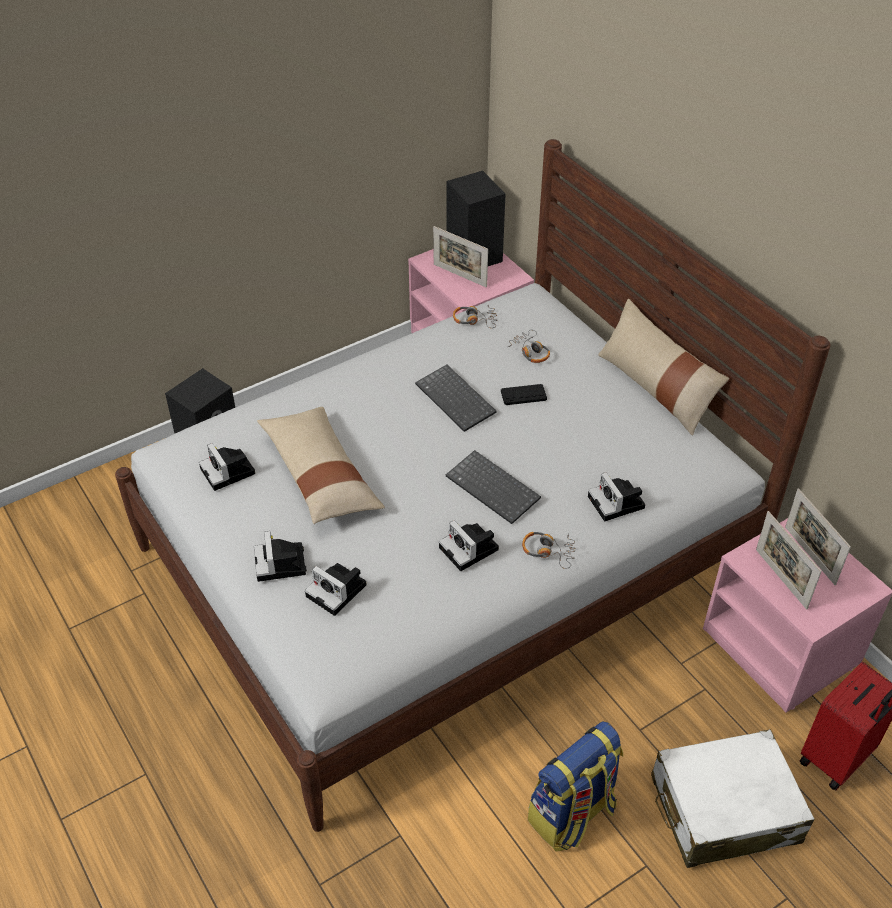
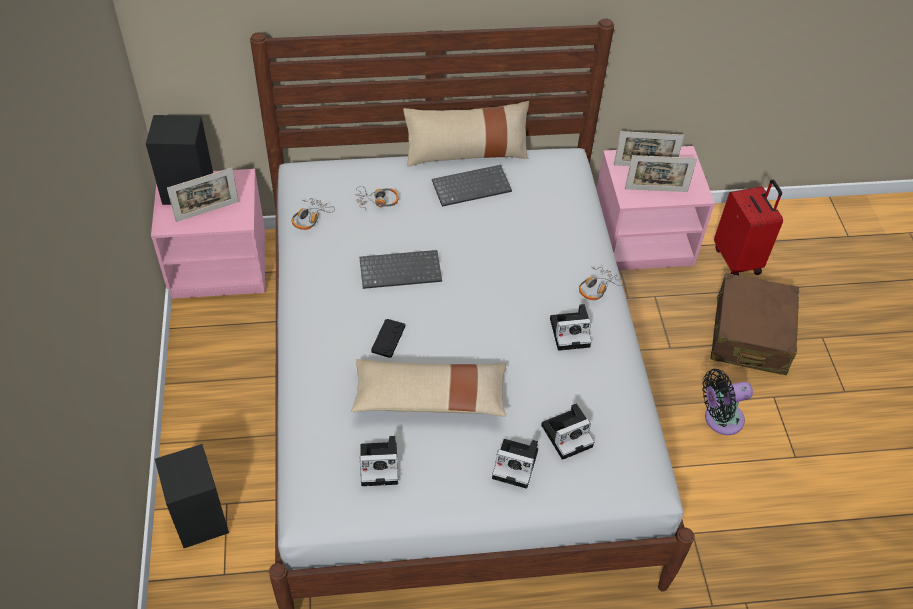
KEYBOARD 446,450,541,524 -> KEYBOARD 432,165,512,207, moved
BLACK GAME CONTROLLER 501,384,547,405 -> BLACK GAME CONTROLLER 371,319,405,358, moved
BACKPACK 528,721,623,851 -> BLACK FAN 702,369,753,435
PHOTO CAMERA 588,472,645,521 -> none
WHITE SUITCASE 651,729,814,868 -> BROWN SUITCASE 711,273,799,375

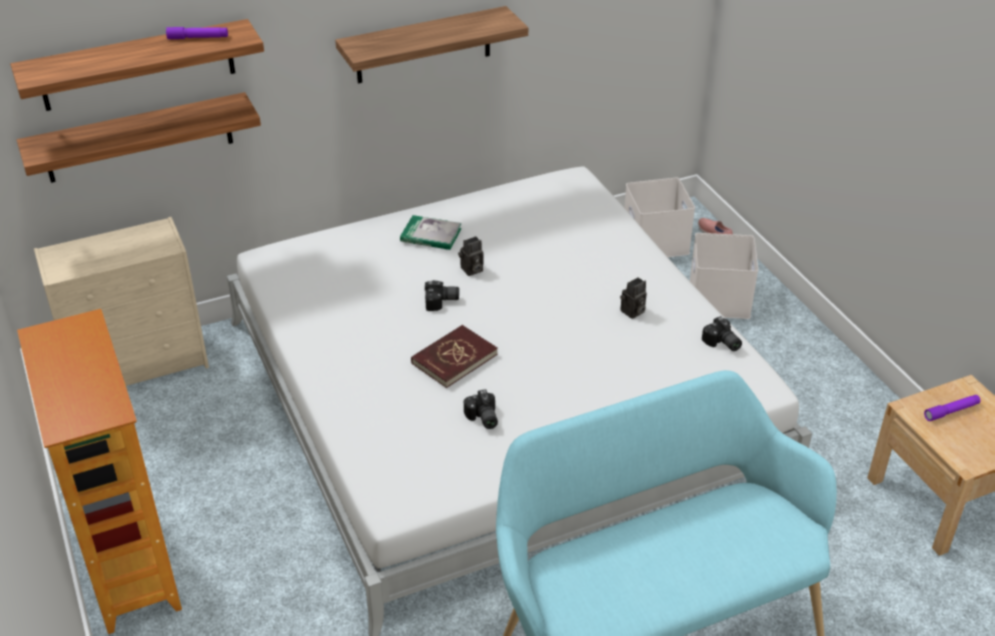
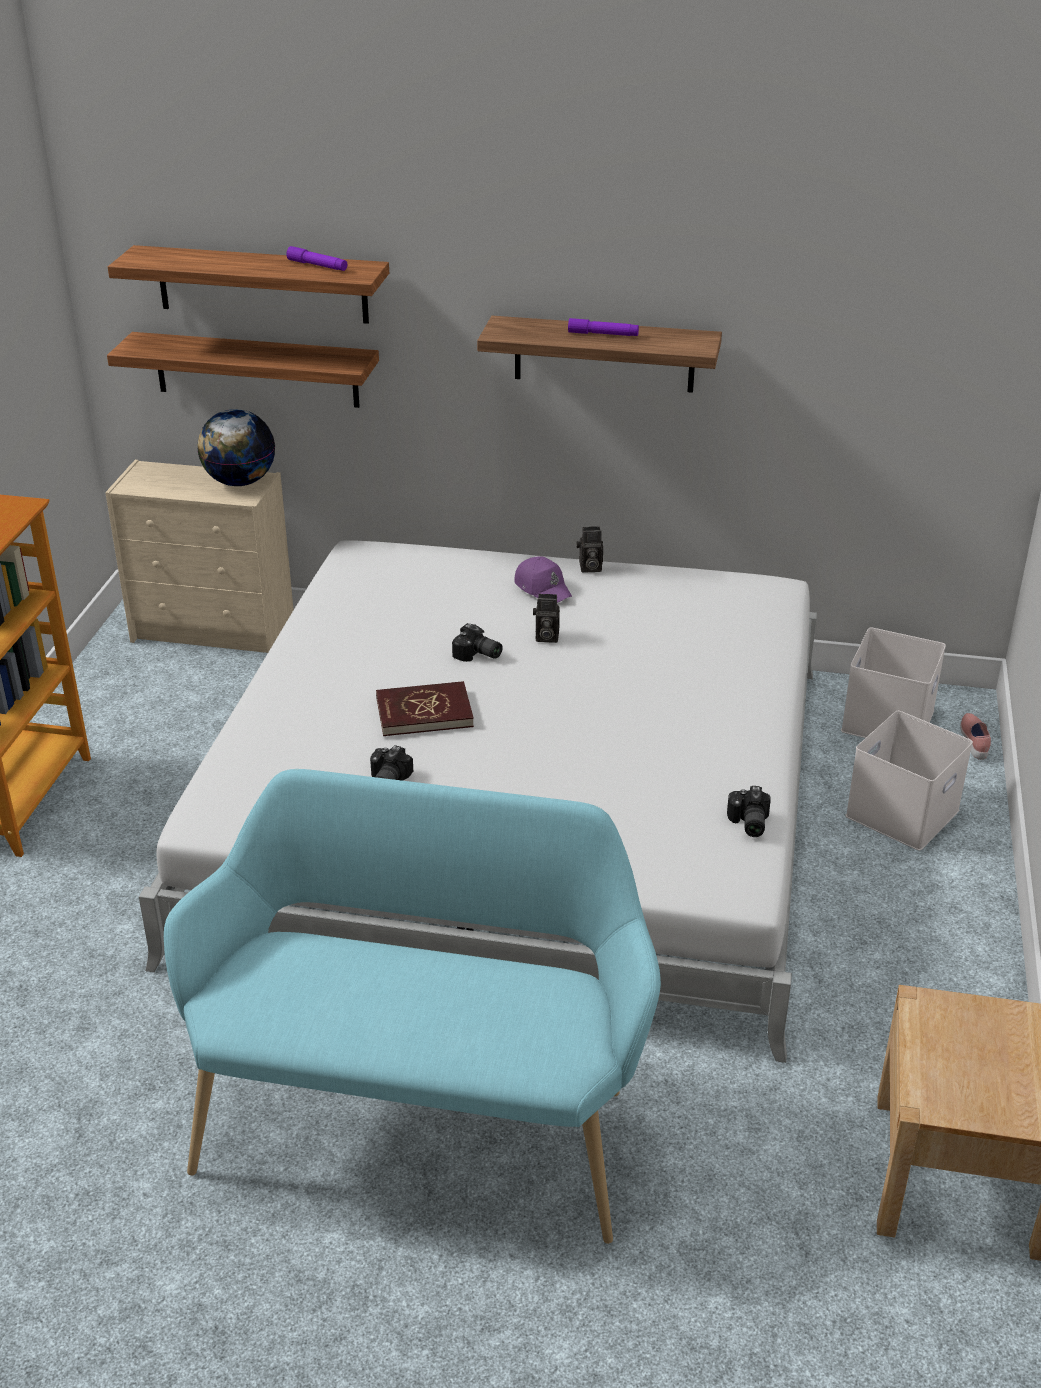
BOOK 400,215,462,250 -> PURPLE CAP 514,556,573,603
PHOTO CAMERA 620,277,647,319 -> PHOTO CAMERA 576,526,603,573, moved
PURPLE FLASHLIGHT 924,395,980,421 -> PURPLE FLASHLIGHT 568,318,639,336, moved
none -> GLOBE 197,409,275,486

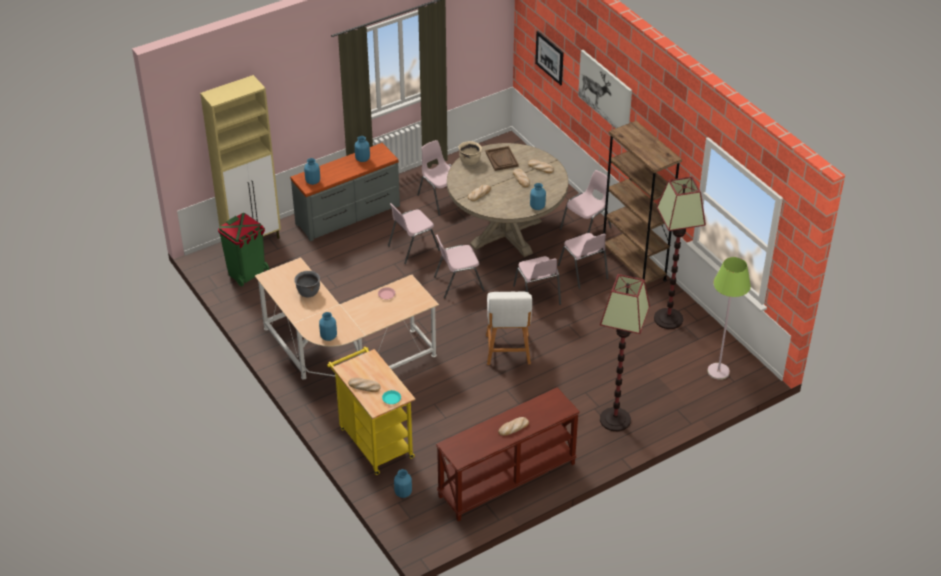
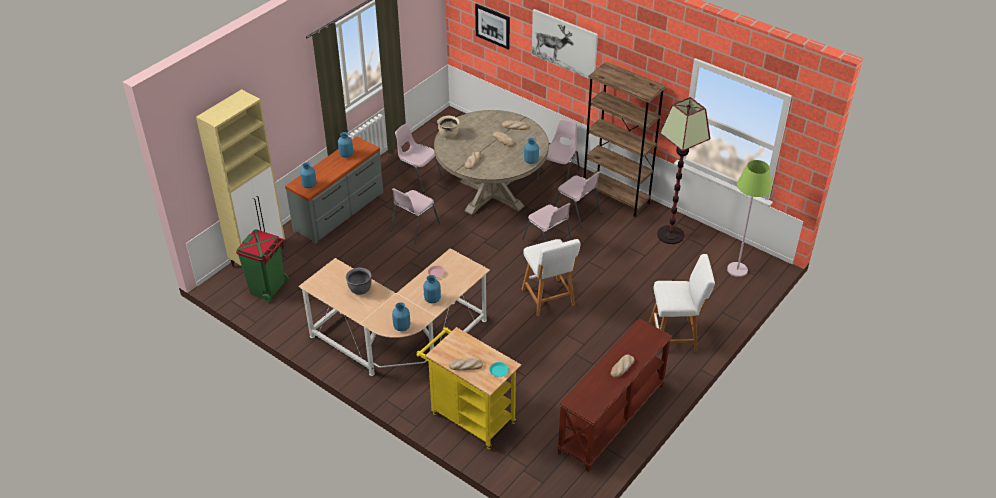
BLUE VASE 394,469,412,498 -> BLUE VASE 423,275,441,303, moved
PINK CHAIR 434,235,484,299 -> none
BROWN TRAY 486,146,518,171 -> none
FLOOR LAMP 600,274,650,432 -> WHITE STOOL 649,254,715,351

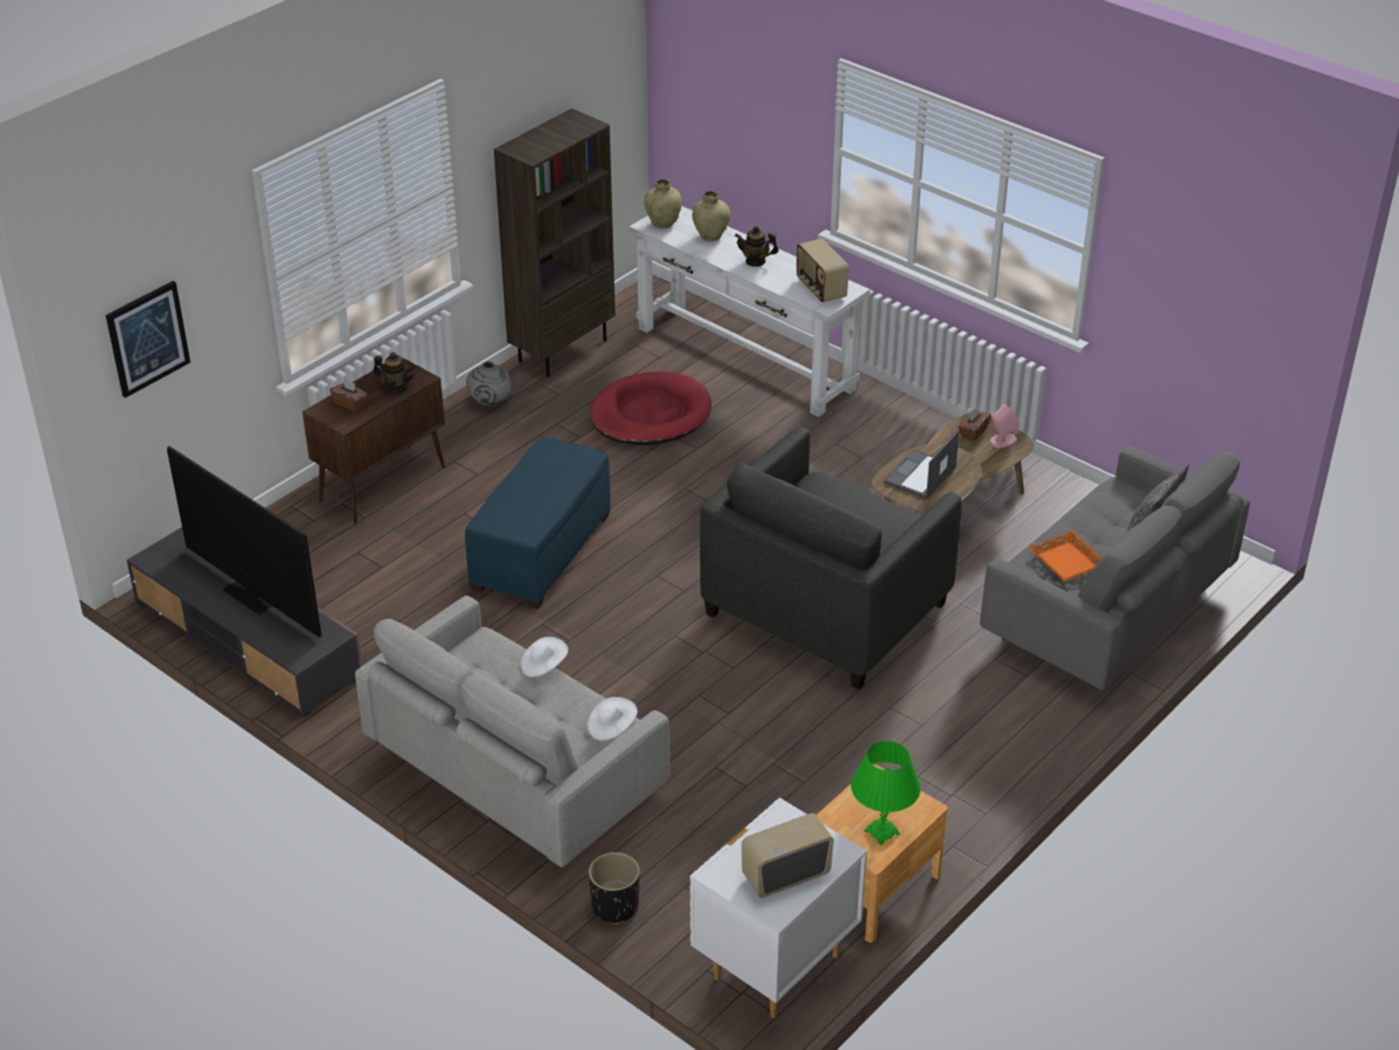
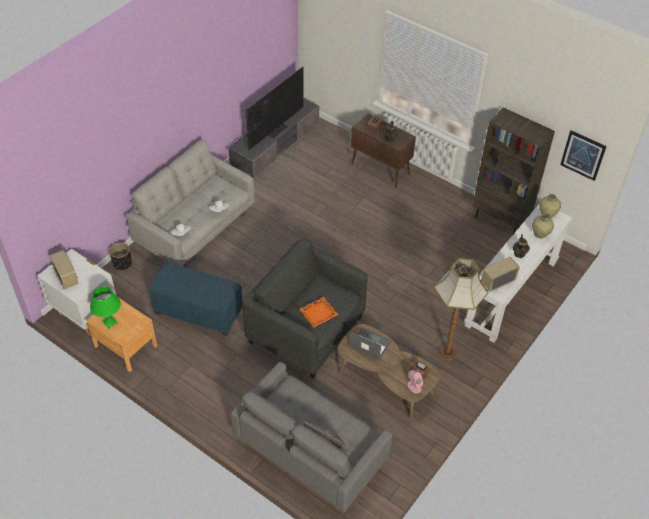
PICTURE 106,281,191,398 -> PICTURE 560,130,607,181, moved
BLUE OTTOMAN 465,437,610,609 -> BLUE OTTOMAN 150,262,242,336, moved
GREY VASE 466,361,512,406 -> none
RED DOG BED 590,371,711,445 -> none
ORANGE TRAY 1028,531,1101,581 -> ORANGE TRAY 299,297,339,327, moved
none -> FLOOR LAMP 434,258,489,360

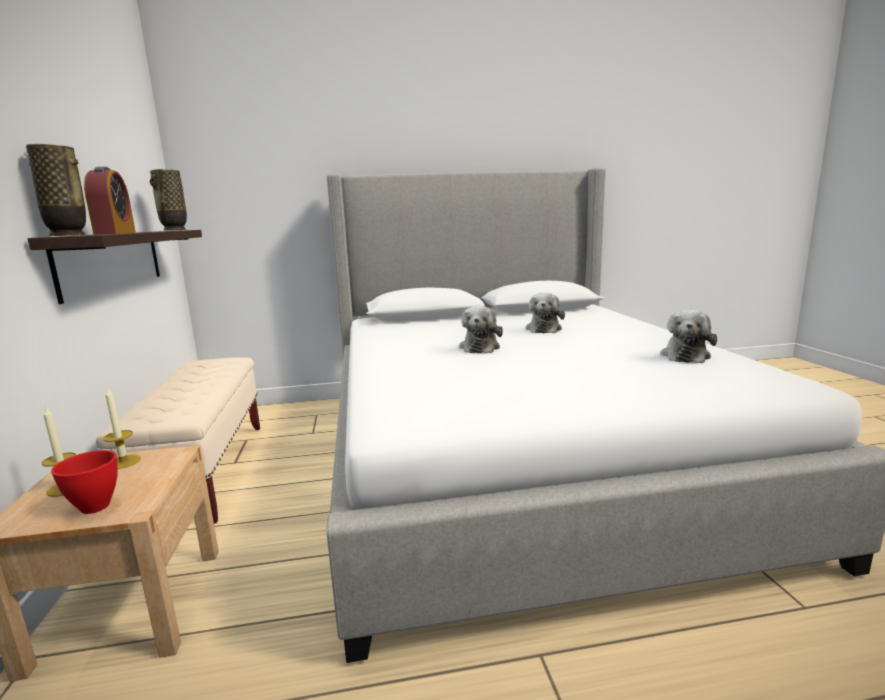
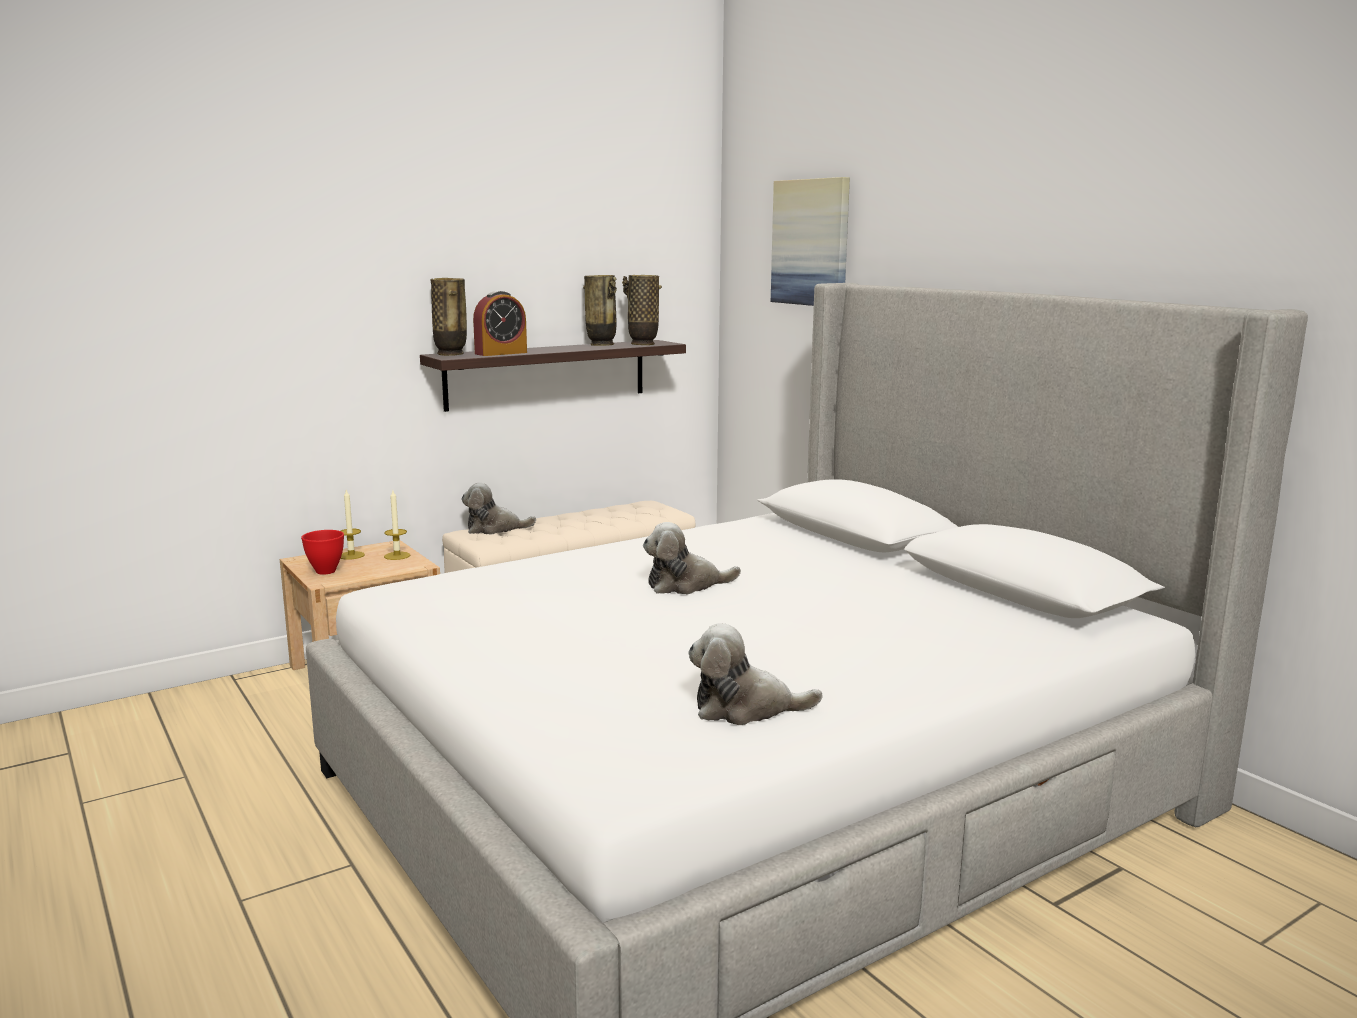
PLUSH TOY 526,292,565,333 -> PLUSH TOY 462,483,536,535, moved
none -> VASE 583,275,617,346
none -> PICTURE 771,177,850,306

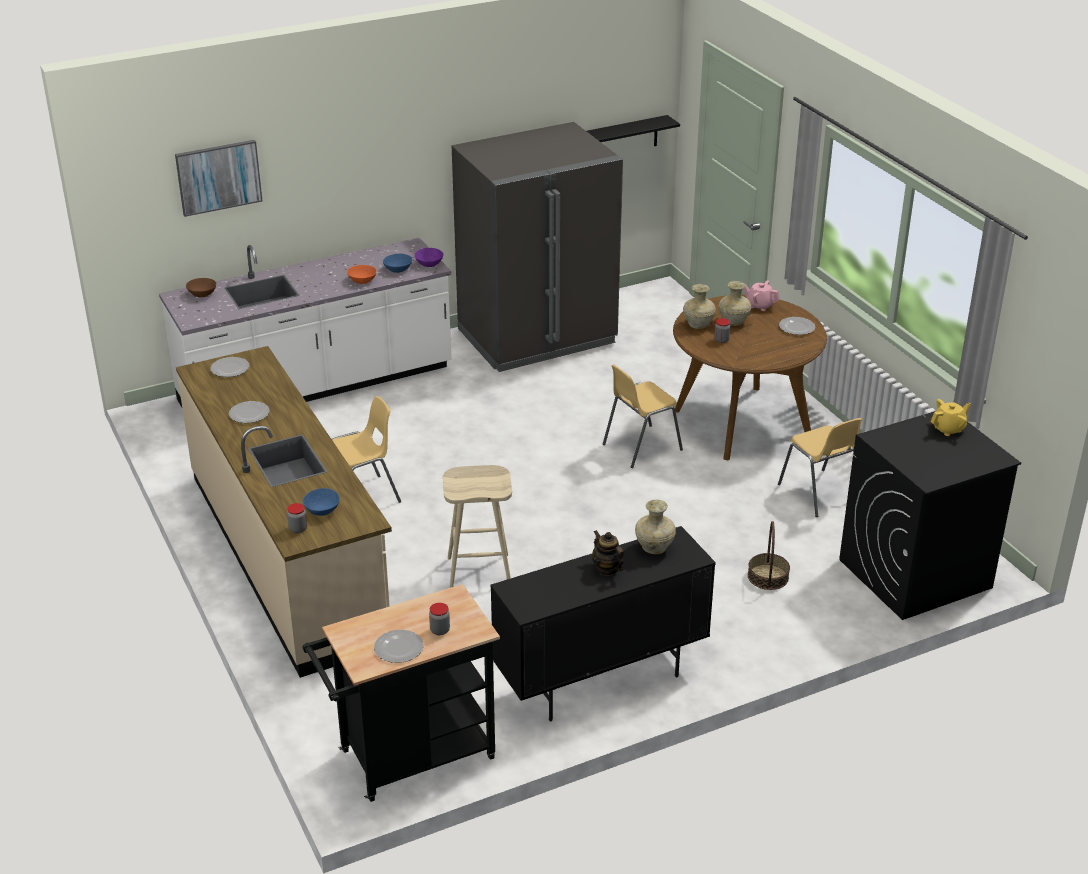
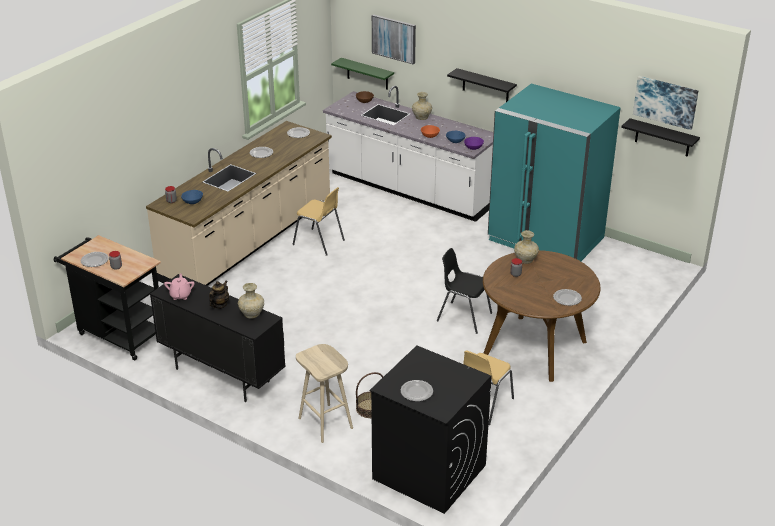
BEIGE STOOL 443,465,512,588 -> BEIGE STOOL 296,344,353,443, moved
GREY FRIDGE 452,122,623,372 -> TURQUOISE FRIDGE 488,84,621,261
YELLOW CHAIR 603,364,683,468 -> BLACK CHAIR 437,248,492,334
BEIGE VASE 719,281,751,326 -> BEIGE VASE 412,92,432,120, moved
PINK TEAPOT 743,280,780,311 -> PINK TEAPOT 164,273,194,300, moved
YELLOW TEAPOT 931,399,971,436 -> none
none -> GREEN SHELF 331,58,394,90
none -> PLATE 401,380,433,401
none -> BLACK SHELF 447,68,517,102
none -> PICTURE 633,76,698,130

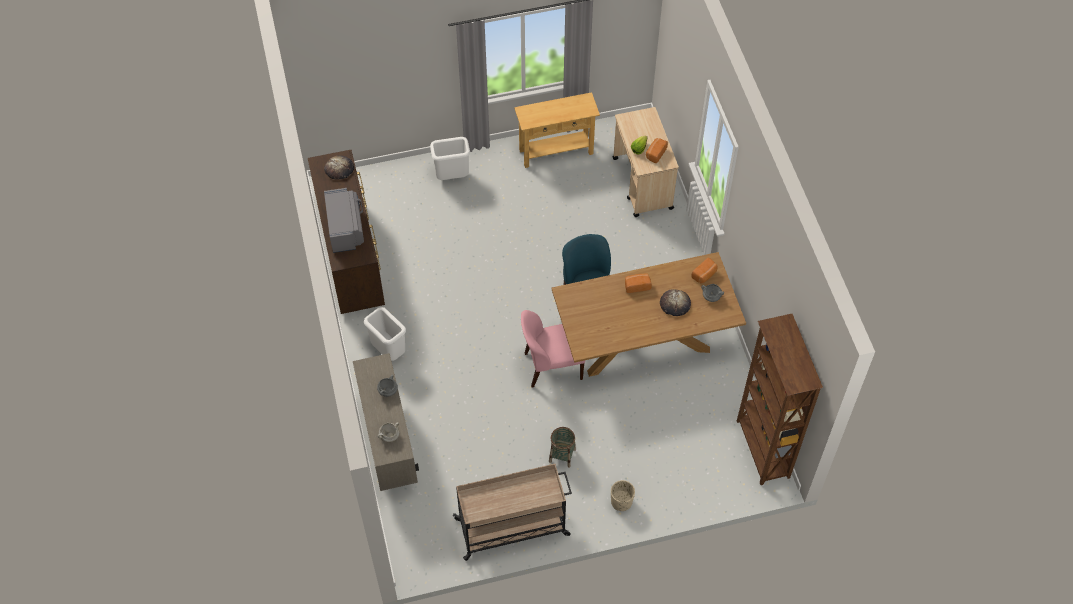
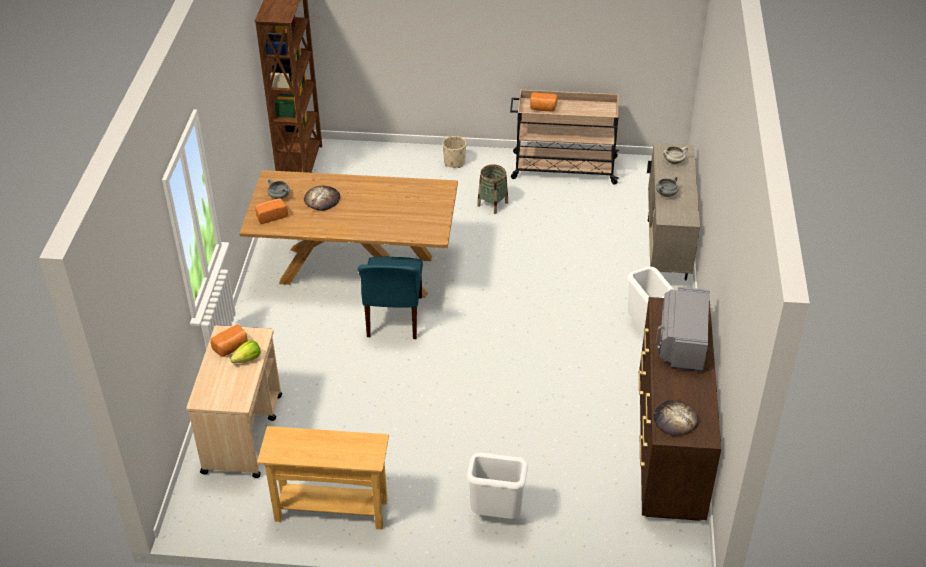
PINK CHAIR 521,310,585,388 -> none
BREAD 625,273,652,293 -> BREAD 530,92,558,111, moved

